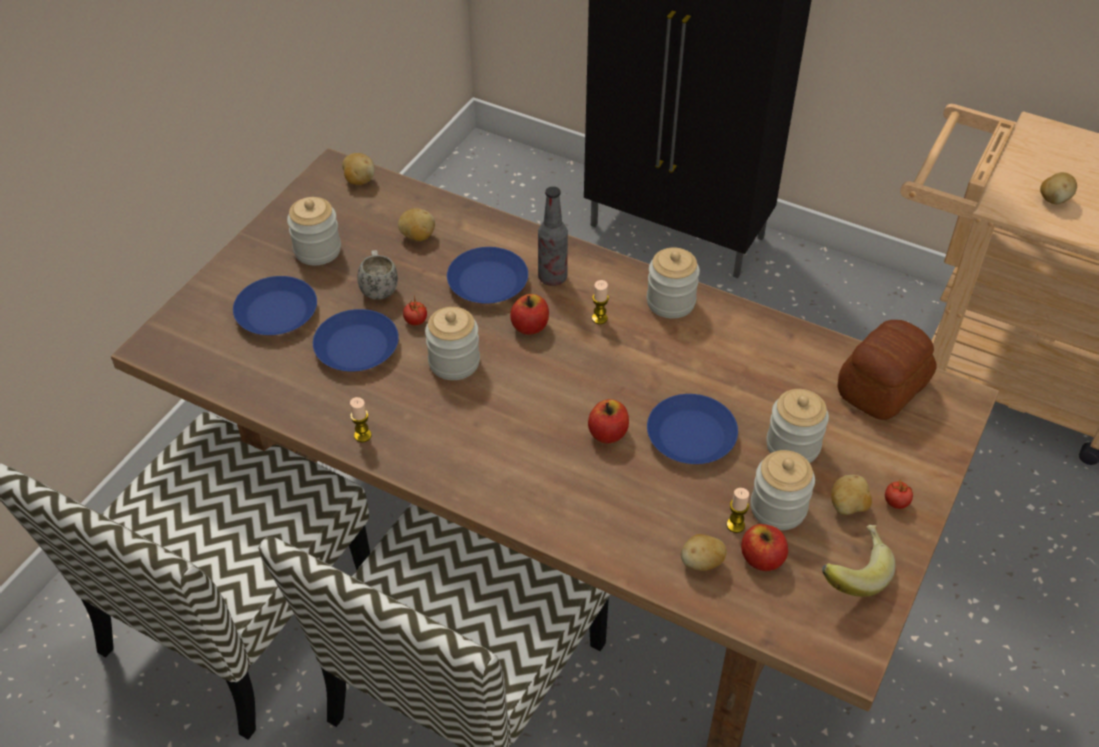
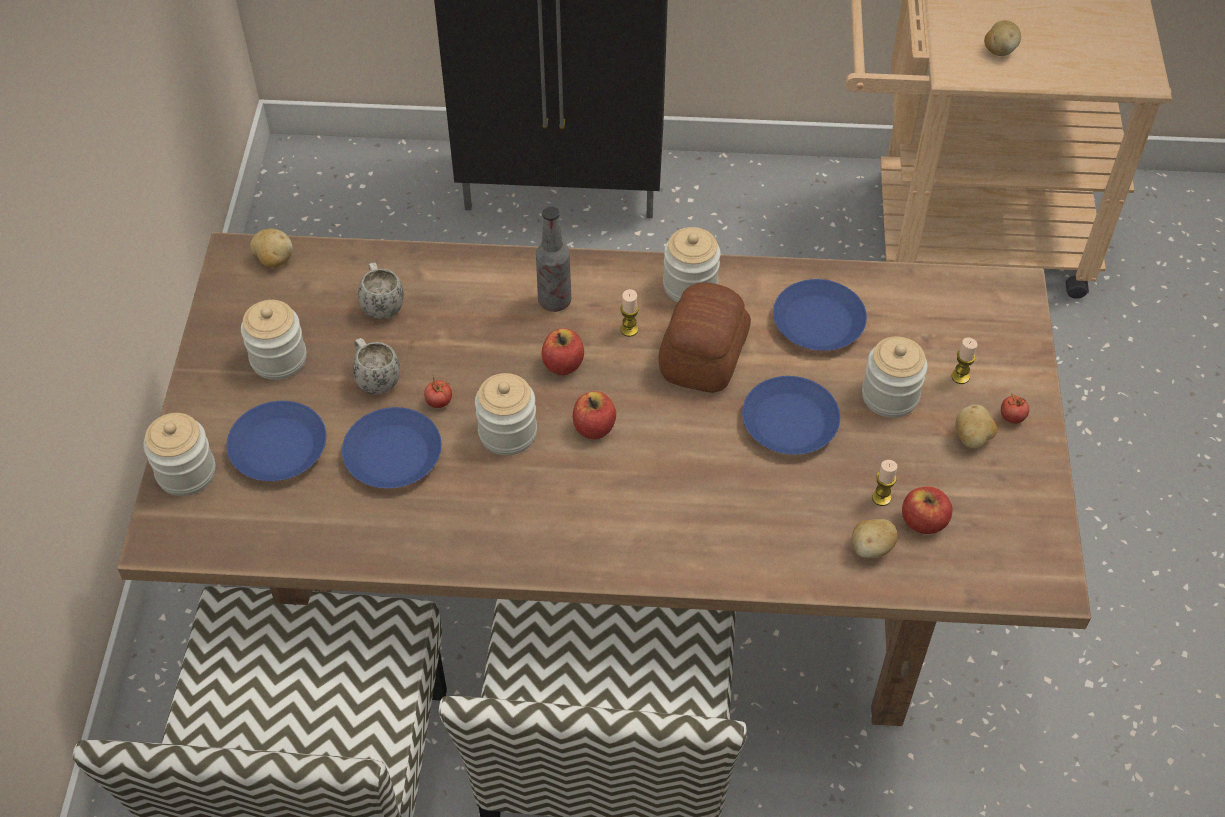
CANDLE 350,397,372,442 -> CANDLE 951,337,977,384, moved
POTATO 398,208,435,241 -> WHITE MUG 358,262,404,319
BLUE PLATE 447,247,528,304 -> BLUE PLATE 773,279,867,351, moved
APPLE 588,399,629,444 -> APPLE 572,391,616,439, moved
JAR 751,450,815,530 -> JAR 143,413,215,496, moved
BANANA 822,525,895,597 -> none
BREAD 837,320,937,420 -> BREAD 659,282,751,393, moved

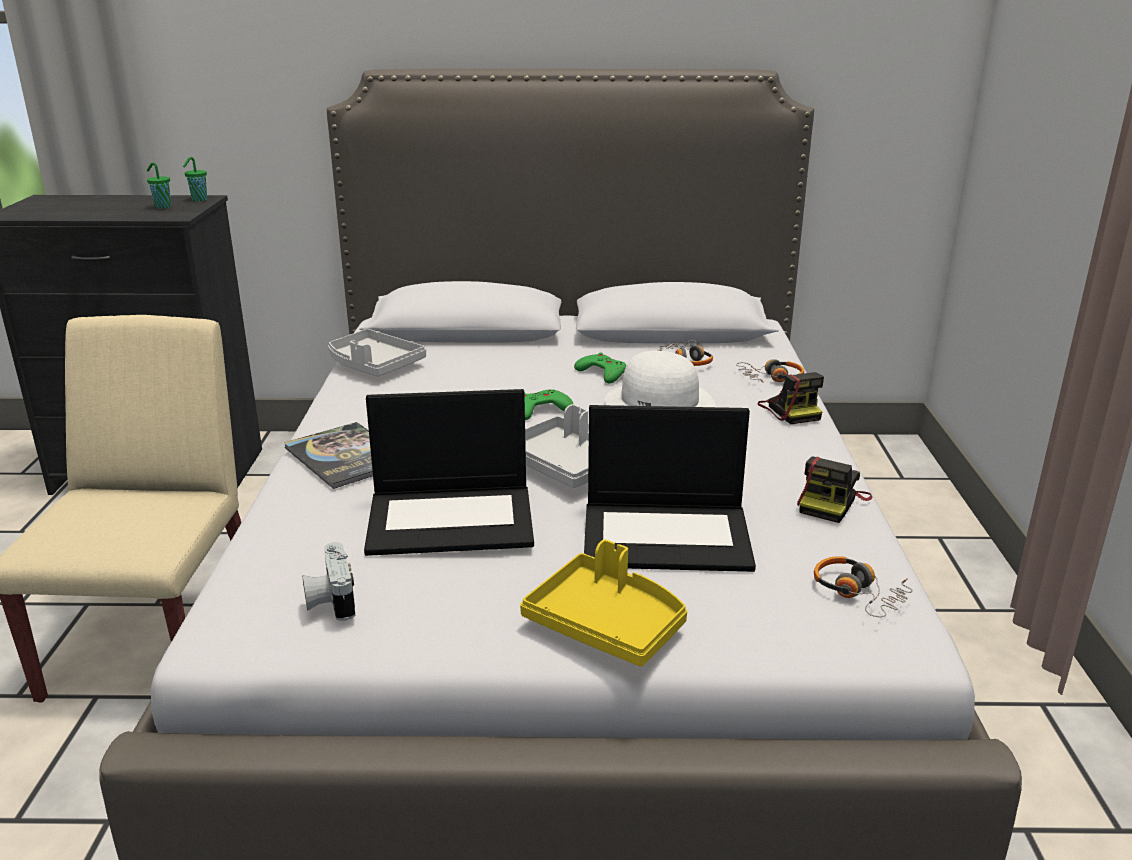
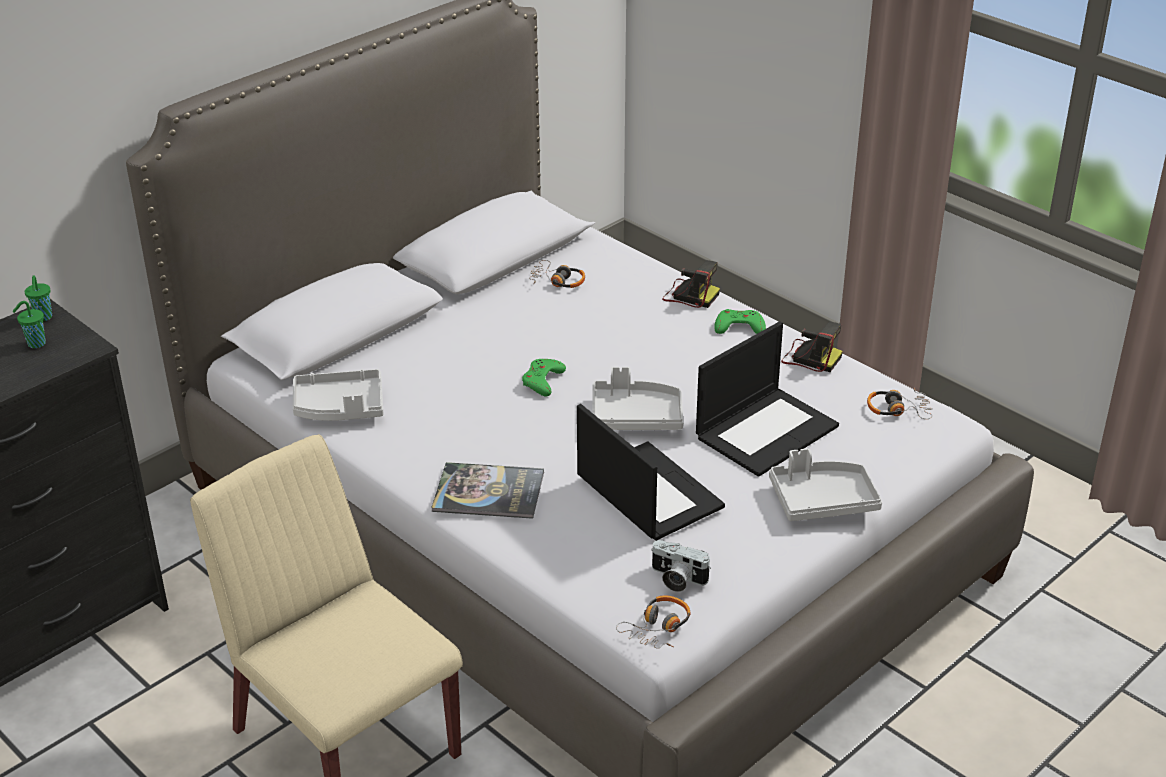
LAPTOP 364,389,534,556 -> LAPTOP 577,404,725,541, 75 degrees counterclockwise
YELLOW TRAY 520,539,687,666 -> GREY TRAY 769,448,882,521
GREEN GAME CONTROLLER 574,352,626,384 -> GREEN GAME CONTROLLER 714,309,766,334, moved
WHITE HAT 604,350,716,407 -> none
HEADPHONES 736,359,804,383 -> HEADPHONES 616,596,691,649, moved
PHOTO CAMERA 797,457,872,523 -> PHOTO CAMERA 781,322,843,372, 45 degrees counterclockwise

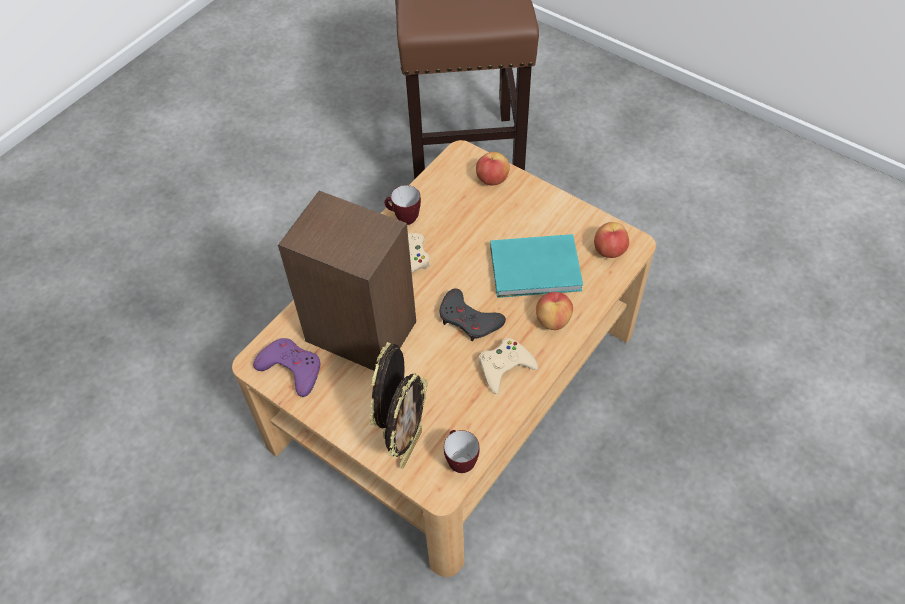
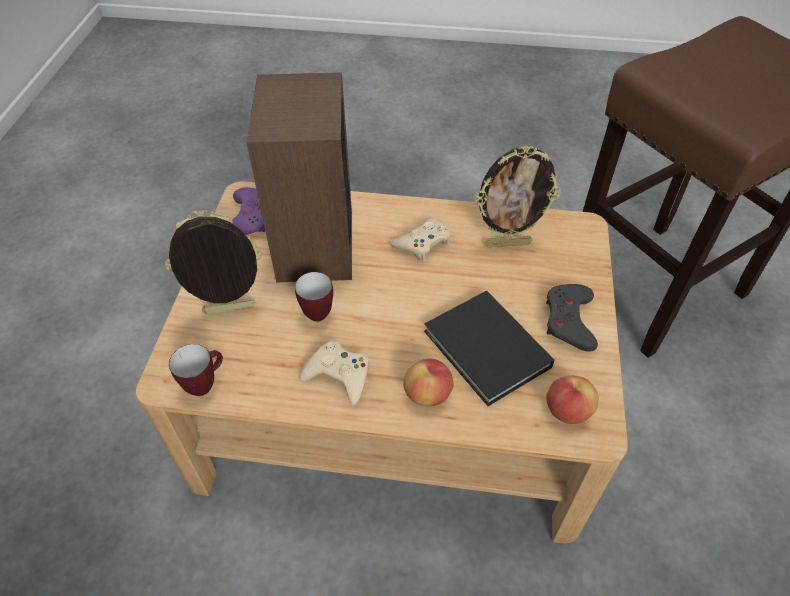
MUG 384,185,421,225 -> MUG 295,272,333,322, moved
PICTURE FRAME 385,374,428,469 -> PICTURE FRAME 474,145,561,247, moved
GREY GAME CONTROLLER 439,288,506,341 -> GREY GAME CONTROLLER 546,284,598,352, moved
APPLE 476,152,510,185 -> none
TURQUOISE BOOK 490,234,583,298 -> BLACK BOOK 424,291,554,406

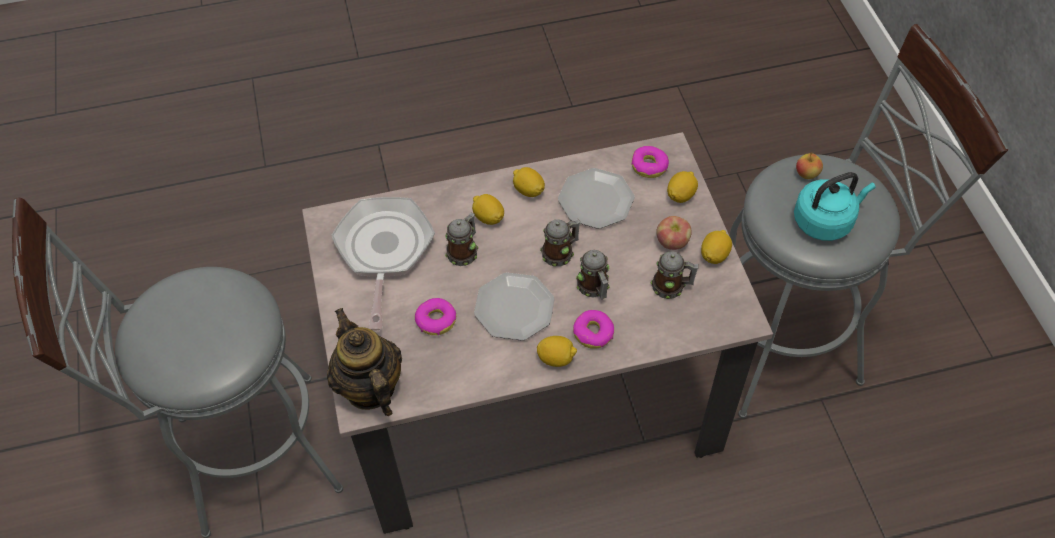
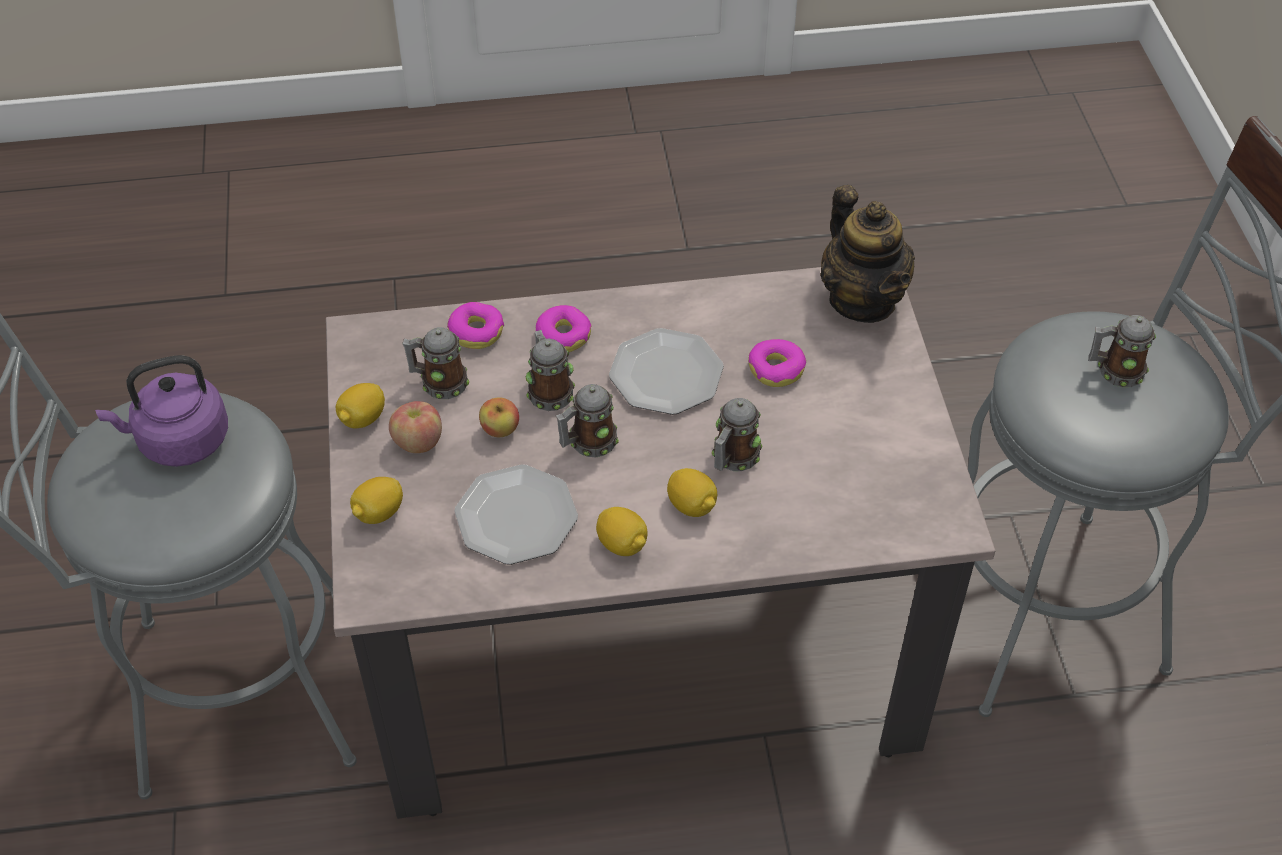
FRYING PAN 331,197,435,331 -> none
LEMON 537,336,577,367 -> none
DONUT 632,146,669,178 -> DONUT 447,302,504,349, moved
TURQUOISE KETTLE 794,172,876,241 -> PURPLE KETTLE 95,355,228,467
APPLE 796,152,823,179 -> APPLE 479,397,519,437, moved
none -> MUG 1089,315,1156,387

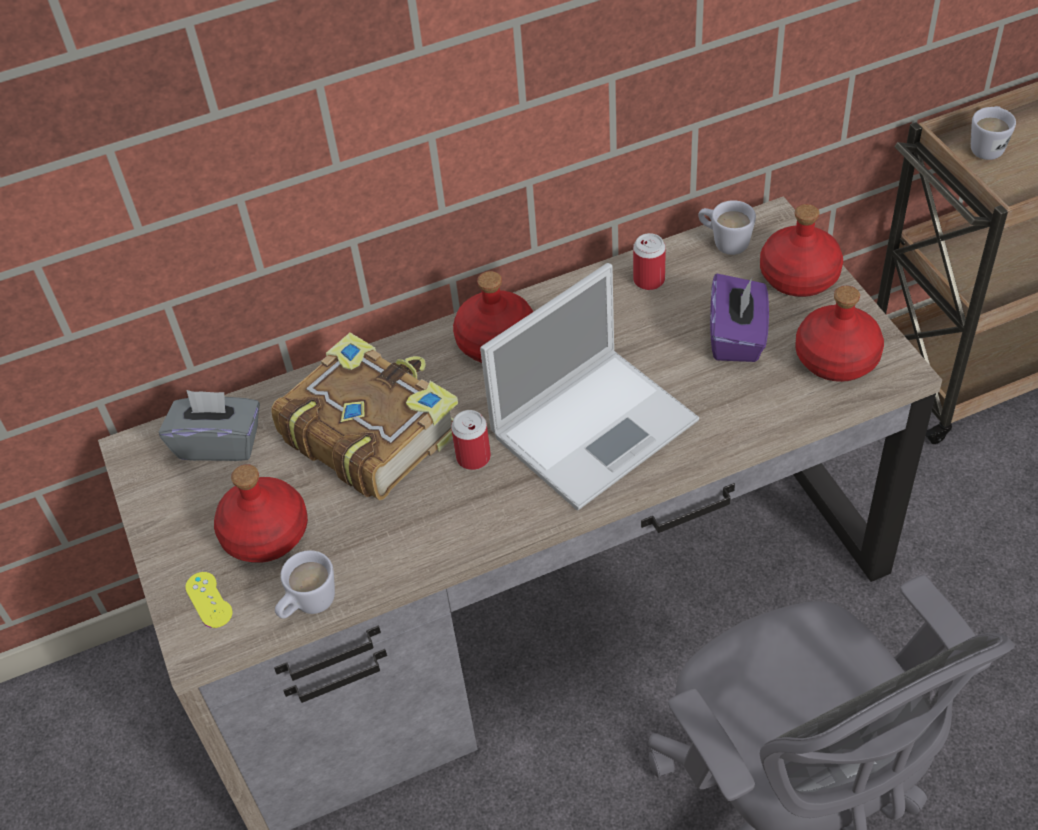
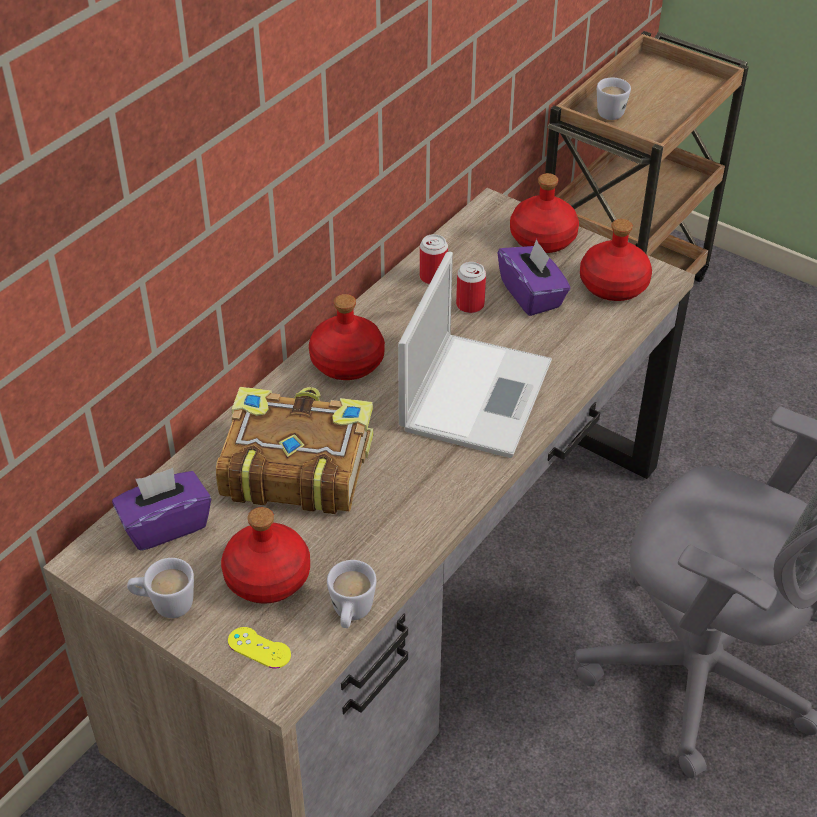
GREY TISSUE BOX 159,390,260,461 -> PURPLE TISSUE BOX 112,468,211,551
CAN 451,410,491,470 -> CAN 456,262,486,313, moved
WHITE MUG 698,200,756,255 -> WHITE MUG 127,558,194,618, moved

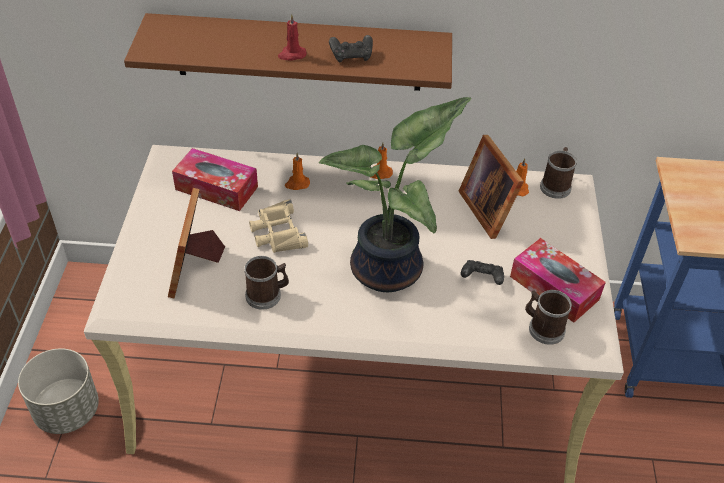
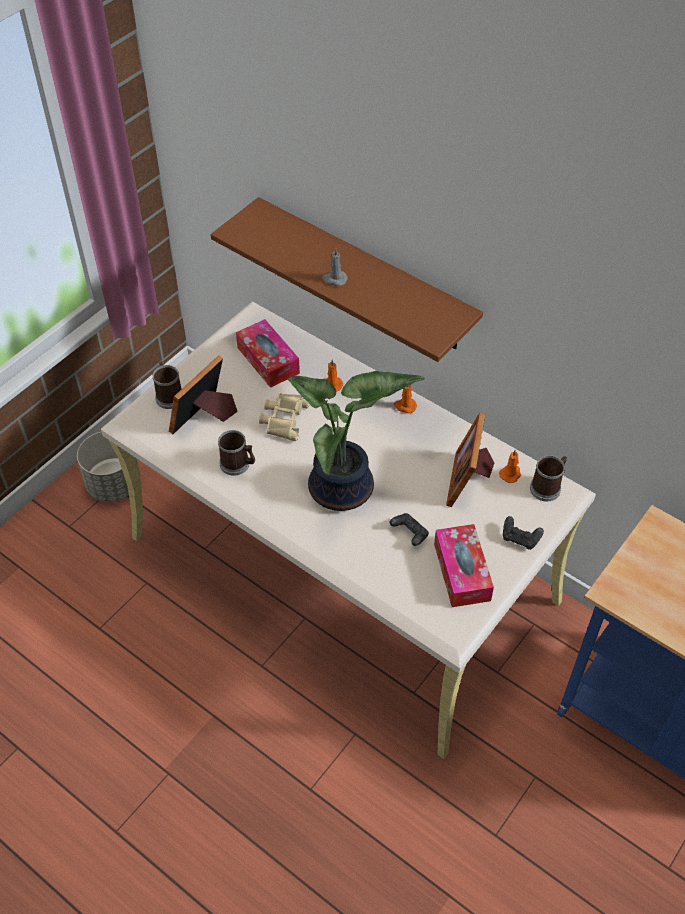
RED CANDLE 278,14,306,60 -> GREY CANDLE 322,247,348,286
BLACK GAME CONTROLLER 329,35,373,63 -> BLACK GAME CONTROLLER 503,516,544,550, moved
MUG 525,290,572,345 -> MUG 152,361,181,409, moved

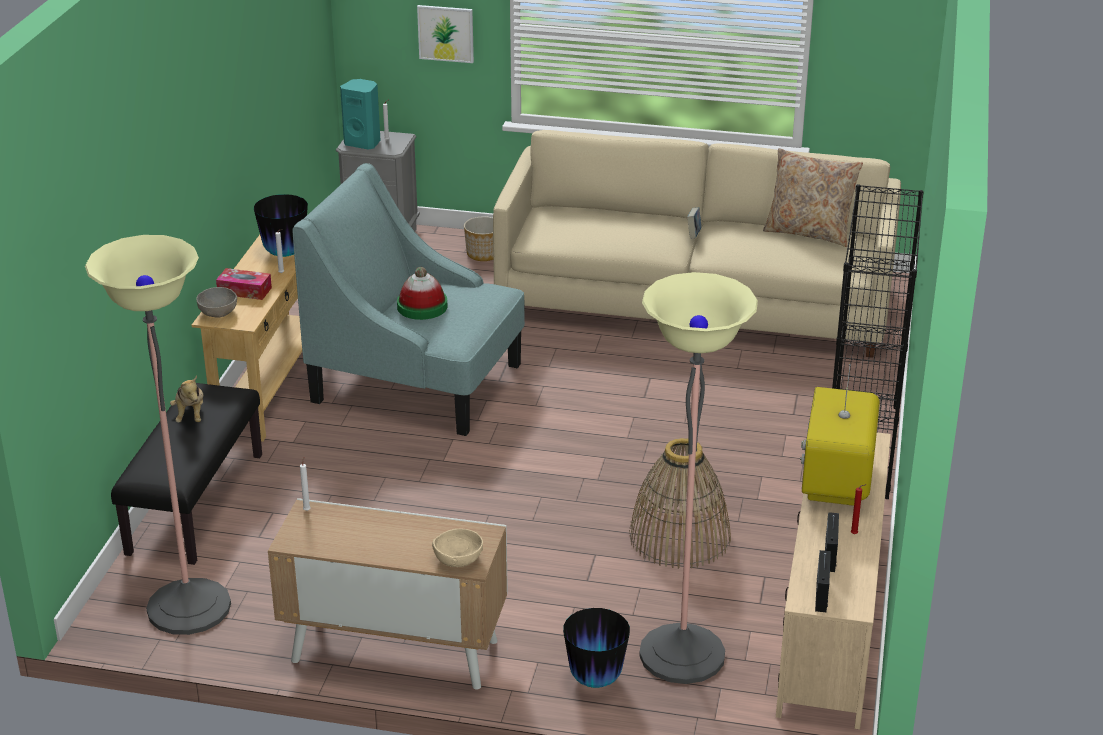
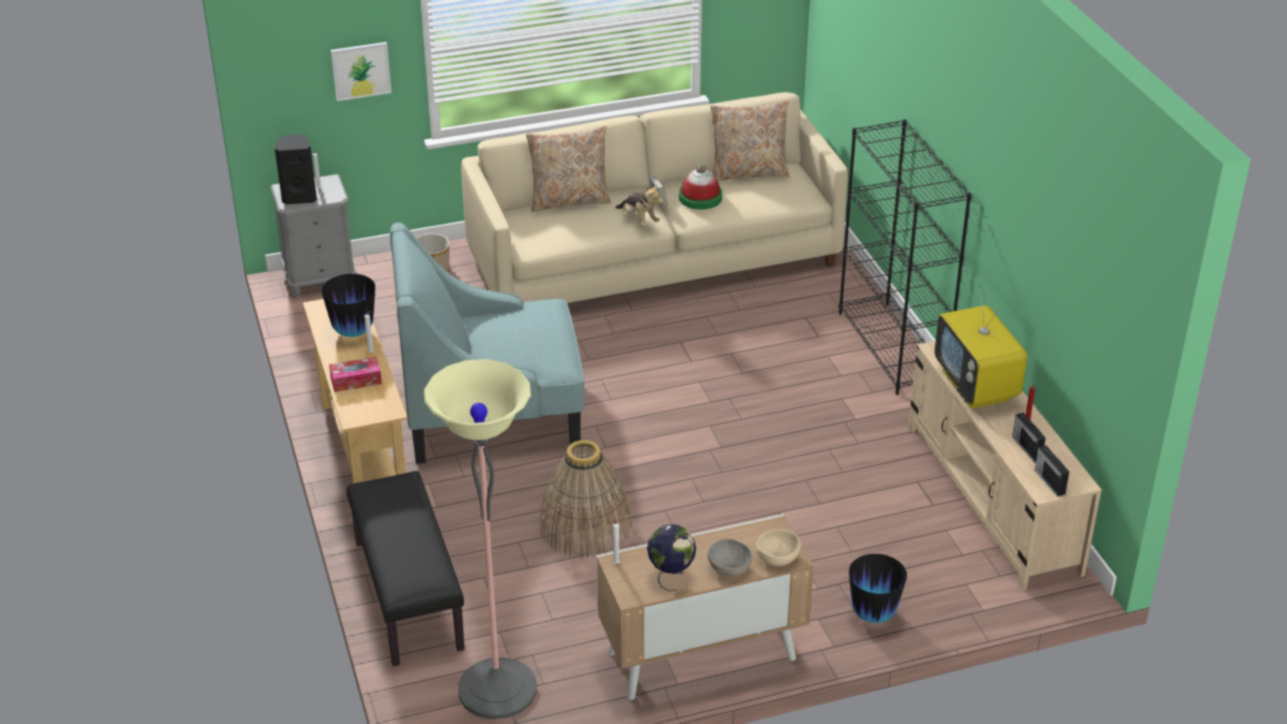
PLUSH TOY 170,376,203,423 -> PLUSH TOY 615,184,664,226, moved
GREY BOWL 196,287,237,318 -> GREY BOWL 707,538,752,576, moved
TURQUOISE SPEAKER 340,79,380,150 -> BLACK SPEAKER 275,135,317,204
HAT 397,267,448,320 -> HAT 679,164,722,210, moved
BASKET 629,438,731,569 -> BASKET 539,440,632,558, moved
FLOOR LAMP 639,272,758,684 -> none
none -> BEIGE PILLOW 526,126,611,212
none -> GLOBE 647,524,696,591

